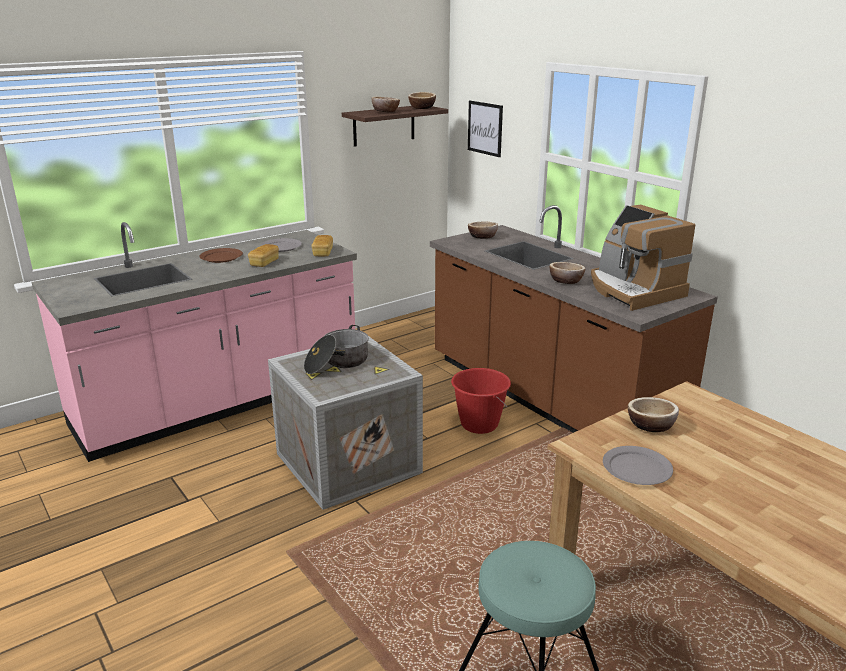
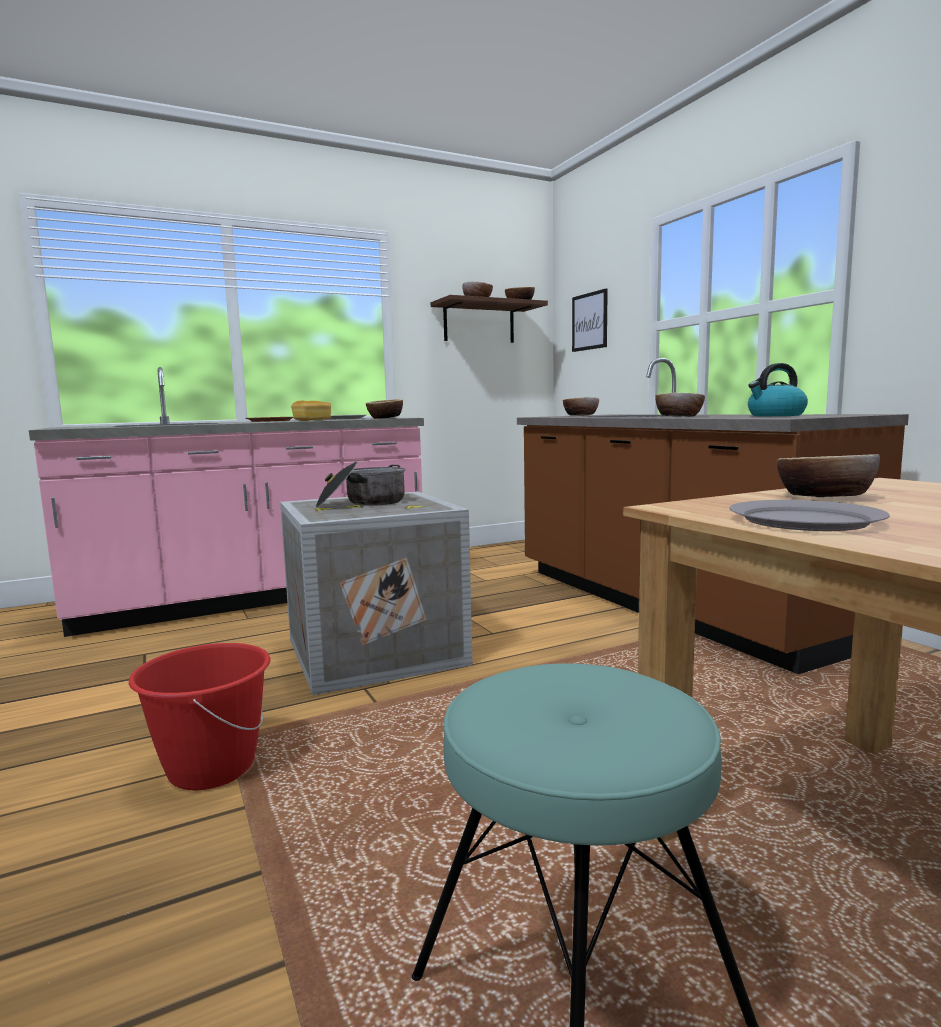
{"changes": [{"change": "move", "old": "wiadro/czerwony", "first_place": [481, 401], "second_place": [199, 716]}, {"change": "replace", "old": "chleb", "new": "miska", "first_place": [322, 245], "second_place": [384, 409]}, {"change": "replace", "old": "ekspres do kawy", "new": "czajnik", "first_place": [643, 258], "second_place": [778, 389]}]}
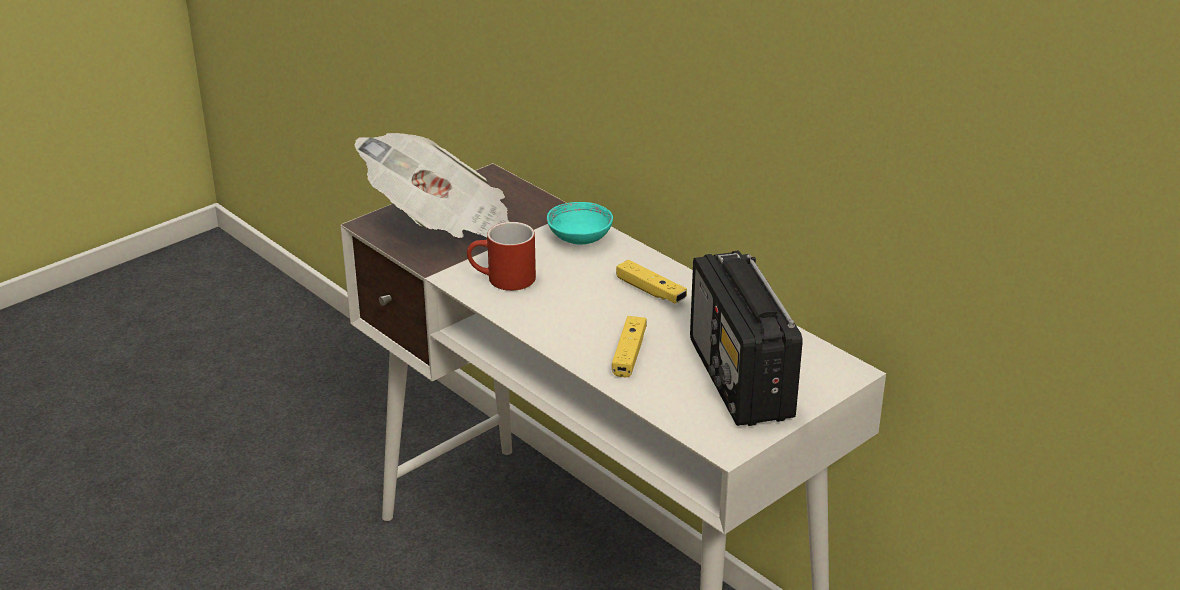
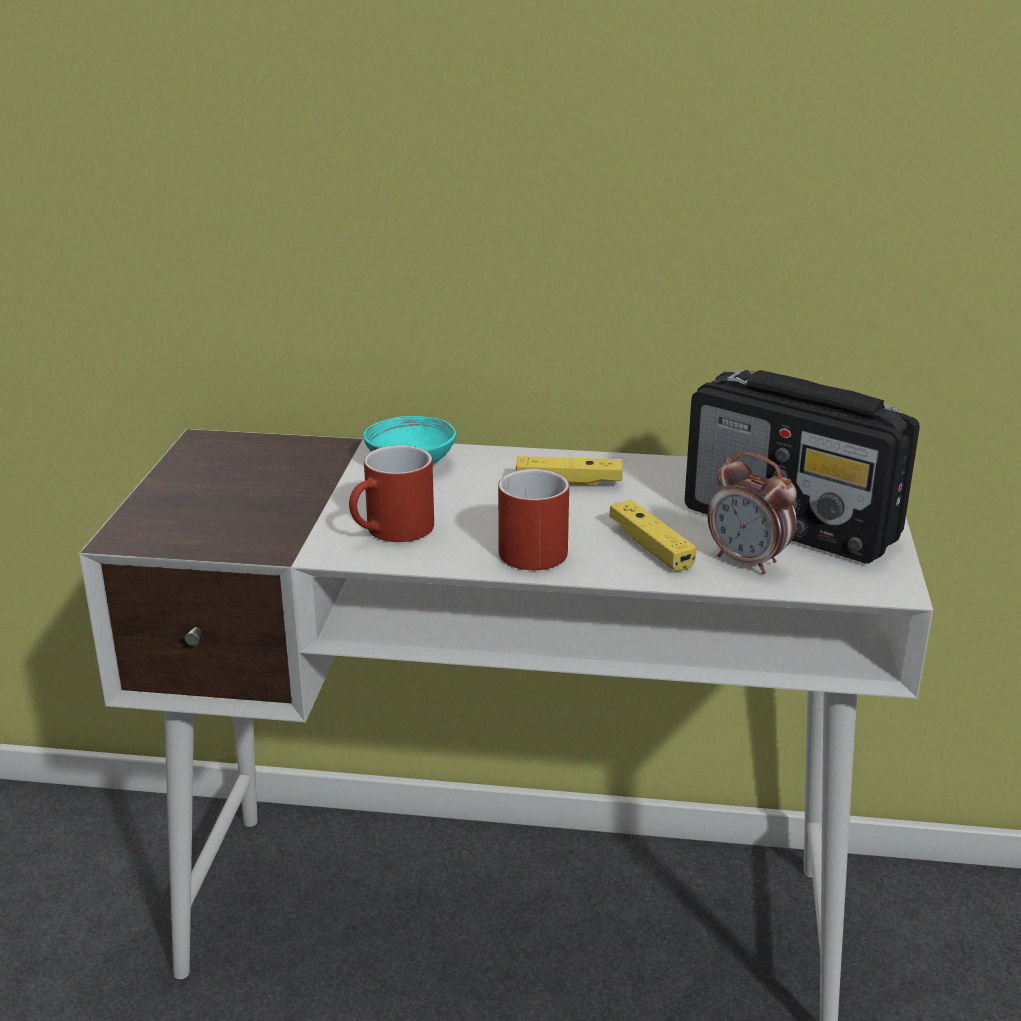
{"changes": [{"change": "delete", "old": "gazeta", "first_place": [431, 185]}, {"change": "insert", "new": "kubek/czerwony", "second_place": [533, 519]}, {"change": "insert", "new": "budzik", "second_place": [752, 513]}]}
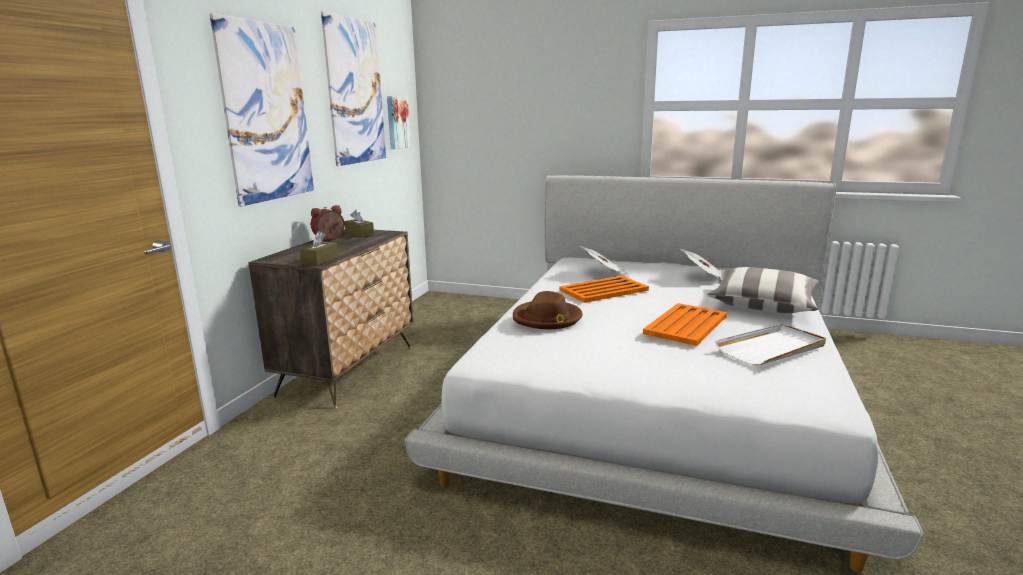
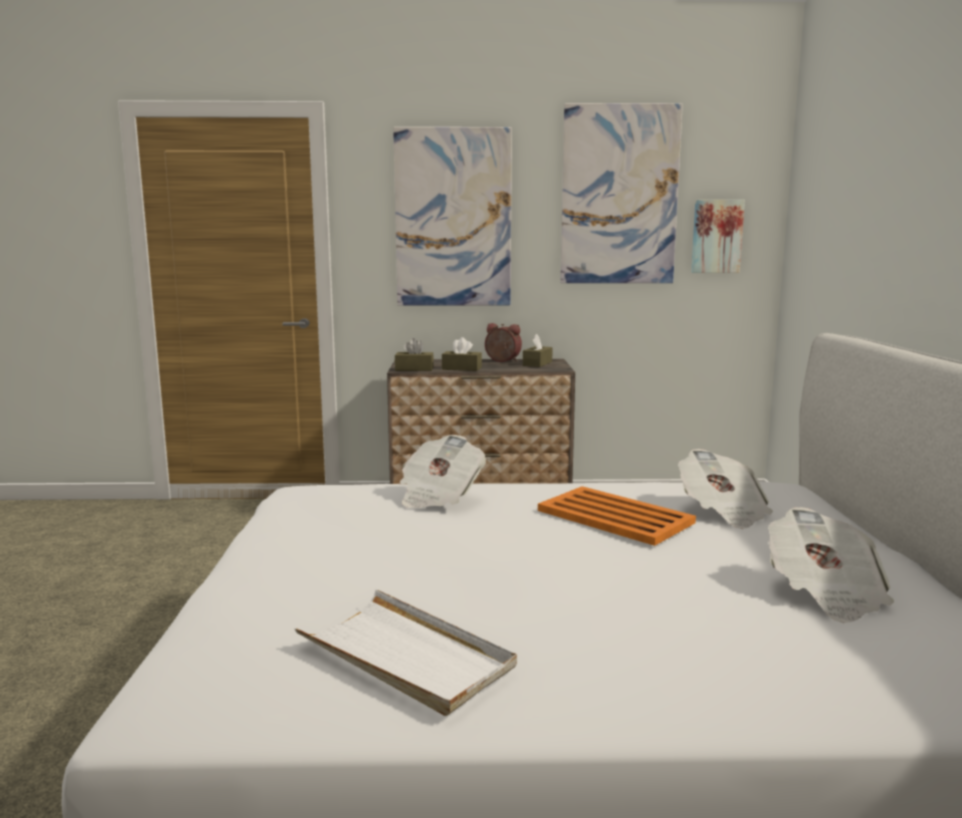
{"changes": [{"change": "delete", "old": "taca/pomarańczowy", "first_place": [685, 324]}, {"change": "delete", "old": "poduszka", "first_place": [763, 290]}, {"change": "insert", "new": "pudełko chusteczek/brązowy", "second_place": [462, 354]}, {"change": "replace", "old": "kapelusz/brązowy", "new": "gazeta", "first_place": [548, 310], "second_place": [443, 471]}]}
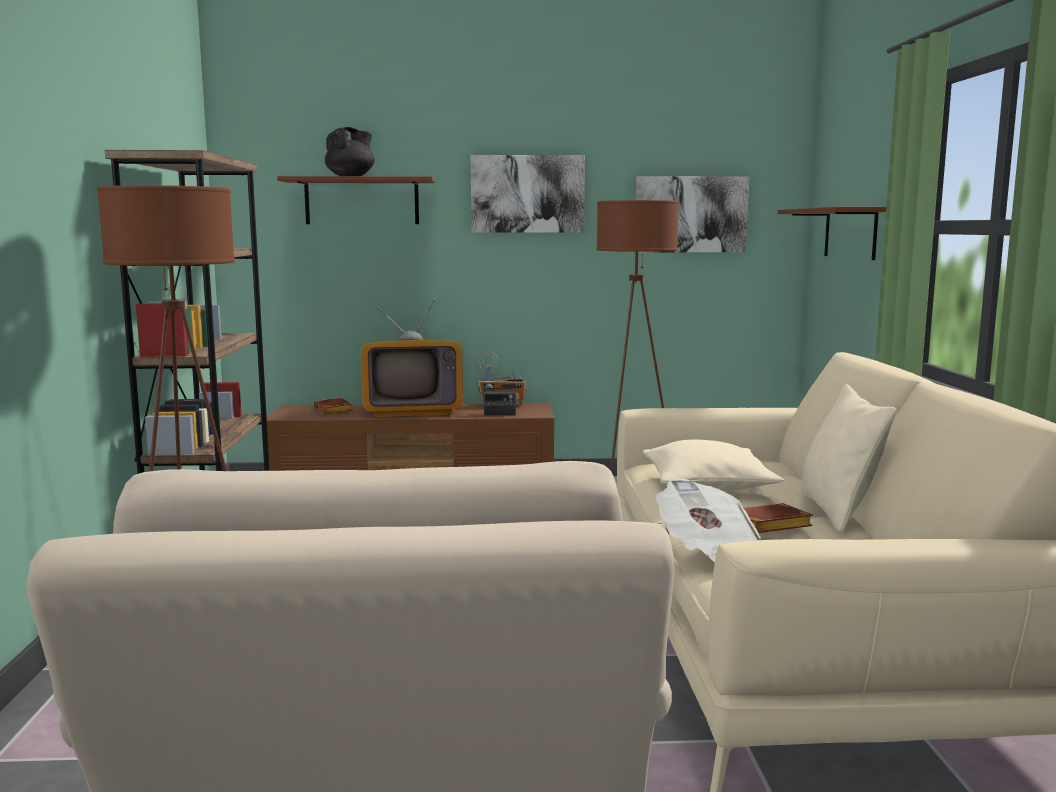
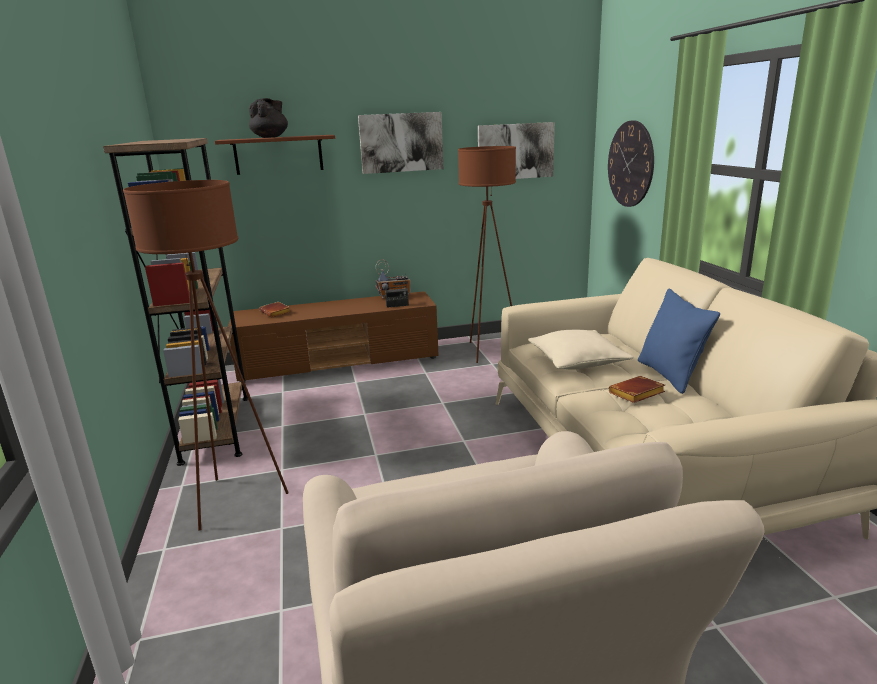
{"changes": [{"change": "delete", "old": "telewizor", "first_place": [412, 358]}, {"change": "delete", "old": "gazeta", "first_place": [708, 520]}, {"change": "replace", "old": "półka/brązowy", "new": "zegar ścienny", "first_place": [831, 233], "second_place": [631, 163]}, {"change": "recolor", "old": "poduszka/beżowy", "new": "poduszka/niebieski", "first_place": [848, 458], "second_place": [679, 341]}]}
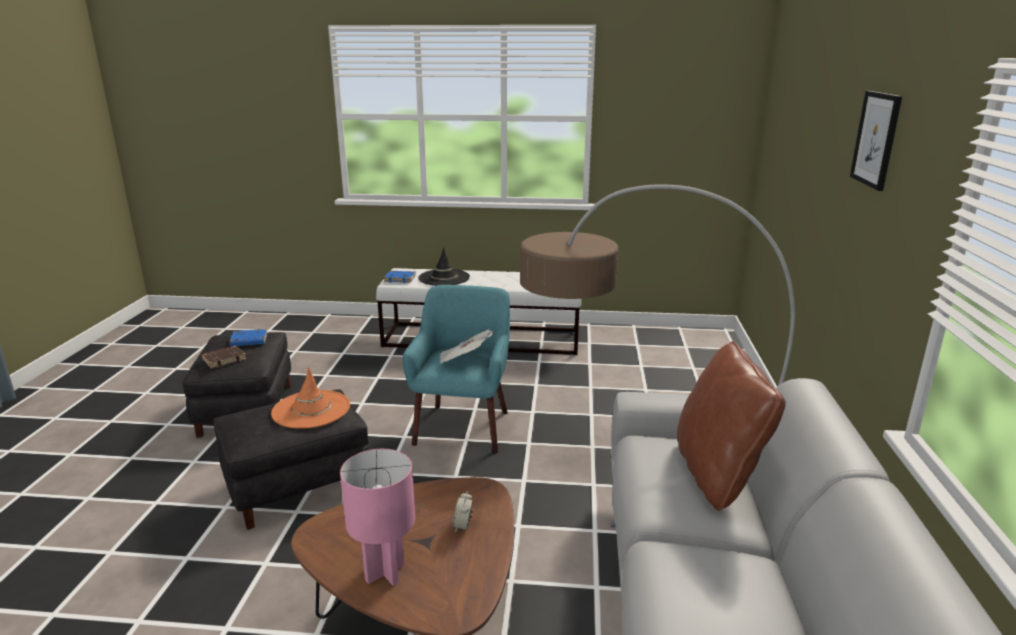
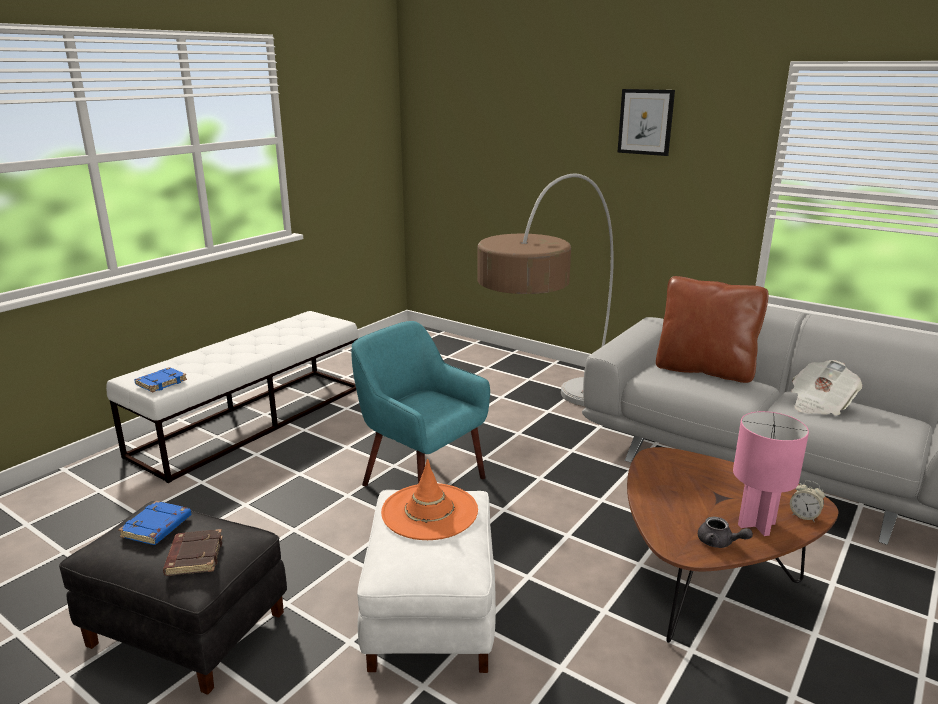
{"changes": [{"change": "delete", "old": "kapelusz/czarny", "first_place": [444, 266]}, {"change": "insert", "new": "imbryk/szary", "second_place": [725, 532]}, {"change": "move", "old": "gazeta", "first_place": [466, 346], "second_place": [826, 387]}, {"change": "move", "old": "budzik", "first_place": [462, 512], "second_place": [807, 501]}, {"change": "recolor", "old": "pufa/czarny", "new": "pufa/biały", "first_place": [291, 459], "second_place": [426, 581]}]}
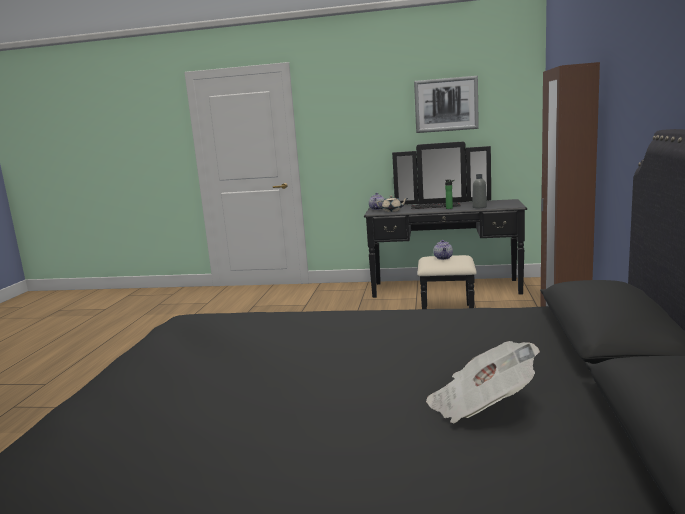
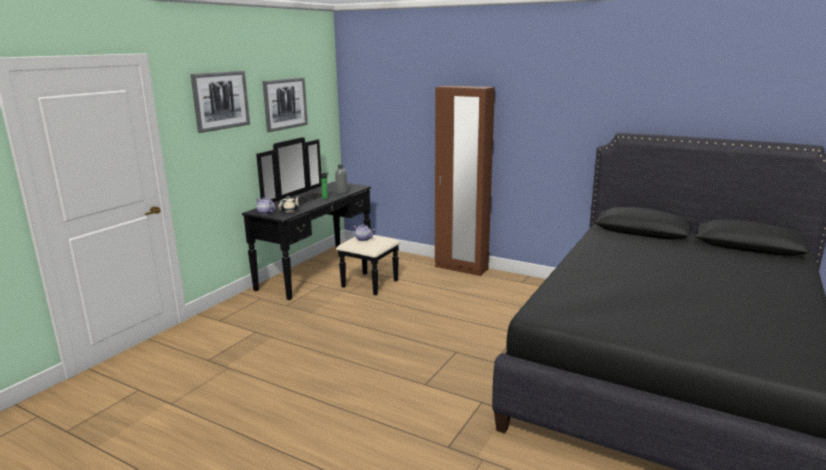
{"changes": [{"change": "delete", "old": "gazeta", "first_place": [483, 382]}, {"change": "insert", "new": "obraz", "second_place": [220, 102]}]}
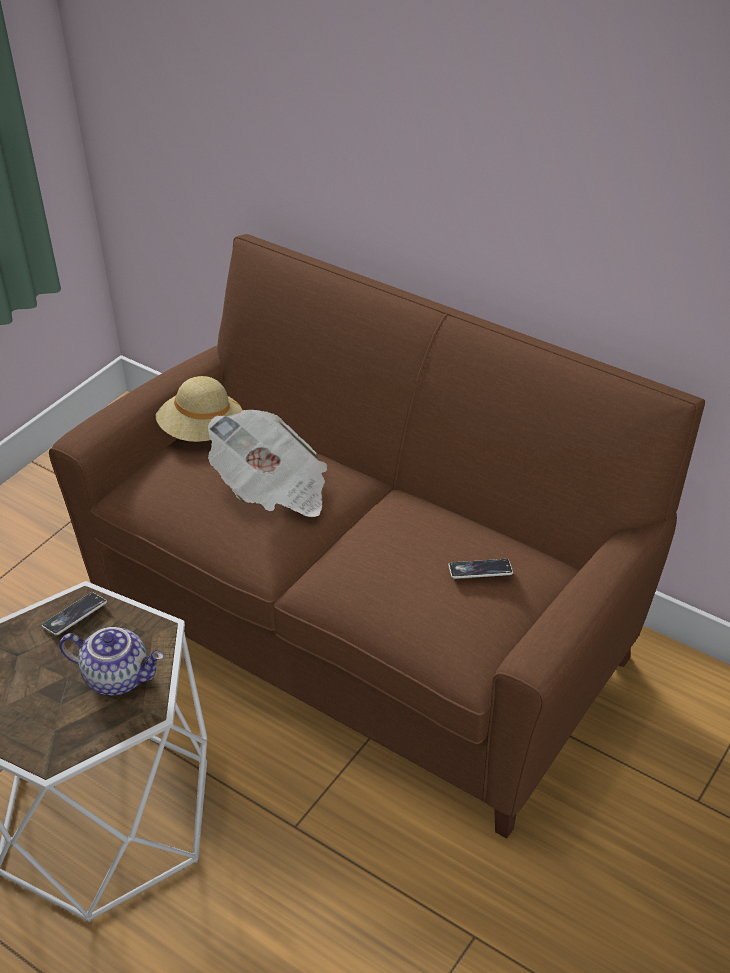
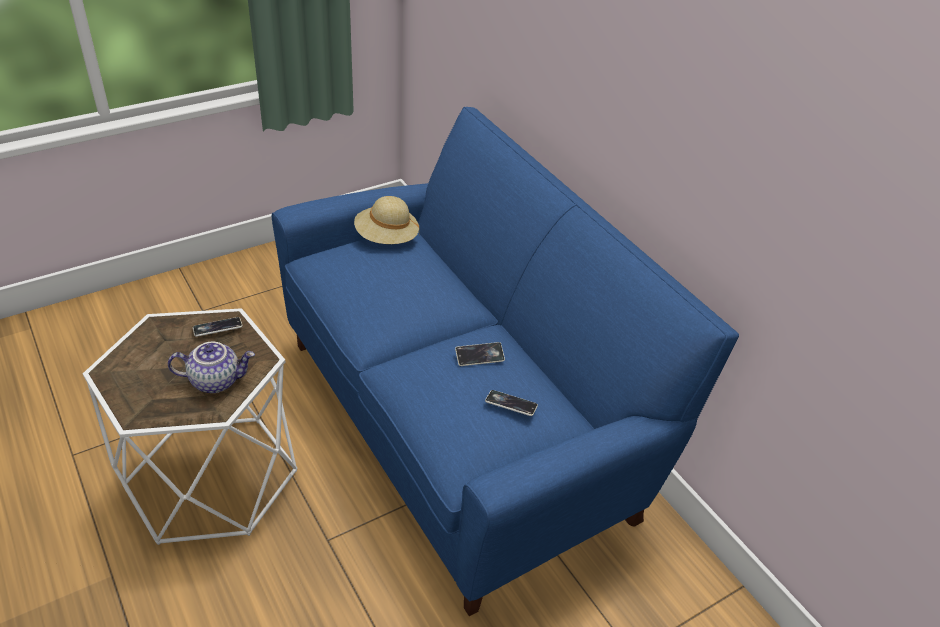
{"changes": [{"change": "delete", "old": "gazeta", "first_place": [267, 463]}, {"change": "insert", "new": "telefon", "second_place": [480, 354]}, {"change": "recolor", "old": "kanapa/brązowy", "new": "kanapa/niebieski", "first_place": [377, 536], "second_place": [505, 361]}, {"change": "rotate", "old": "imbryk", "first_place": [111, 661], "second_place": [211, 367], "degrees": -45}]}
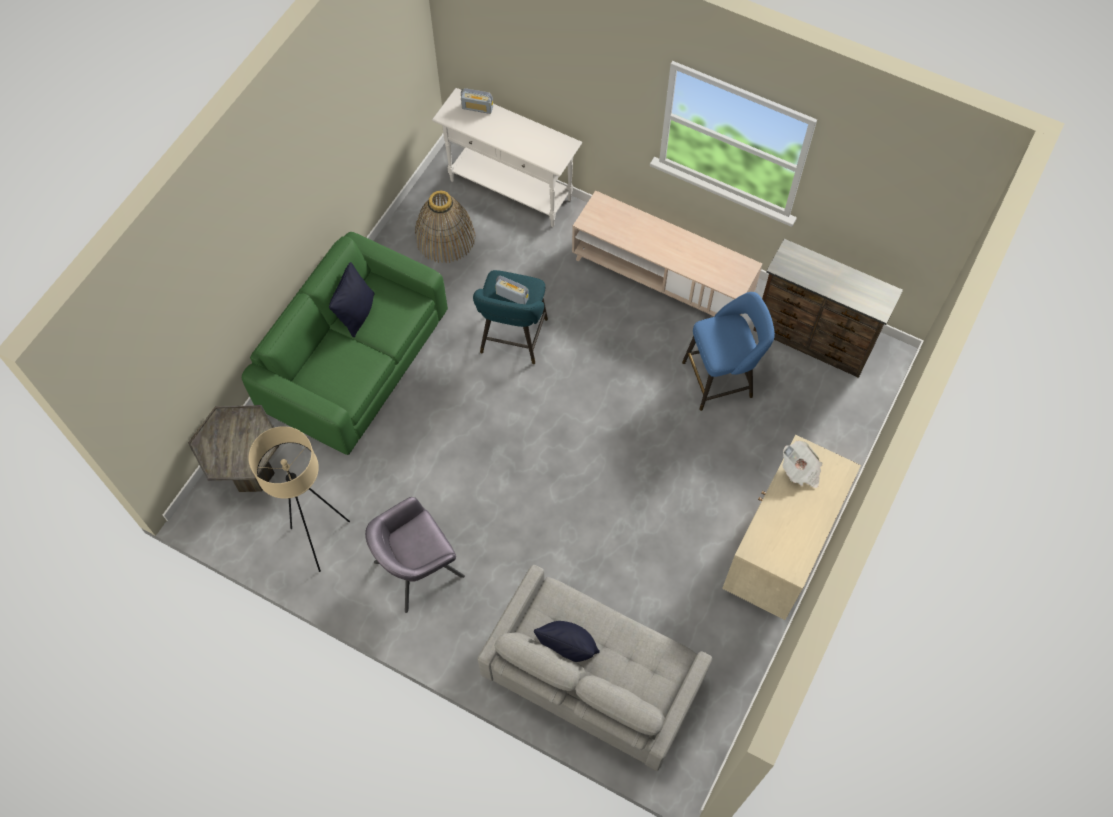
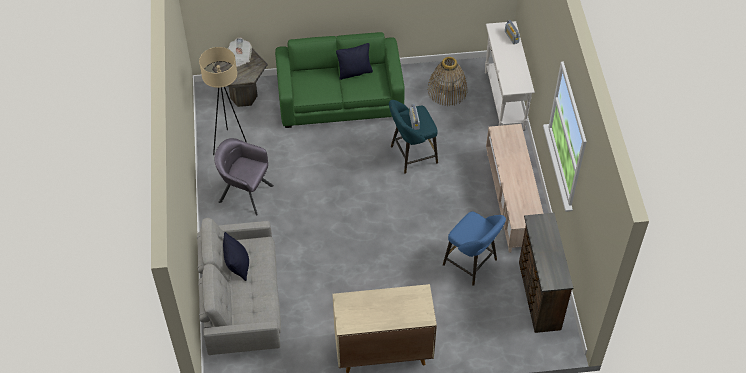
{"changes": [{"change": "move", "old": "gazeta", "first_place": [802, 464], "second_place": [240, 52]}]}
